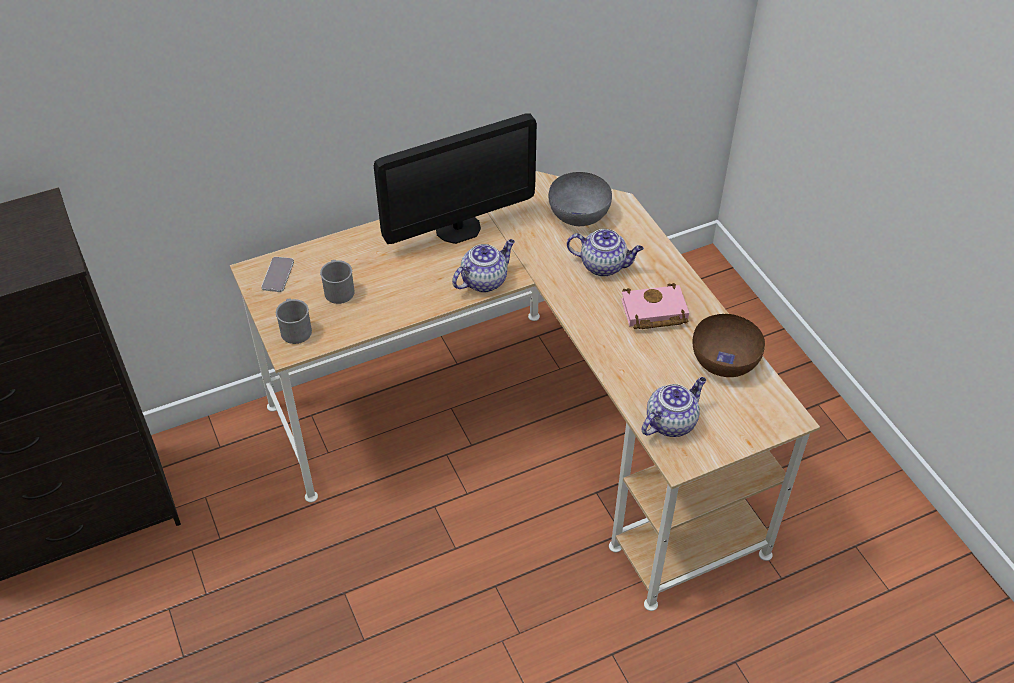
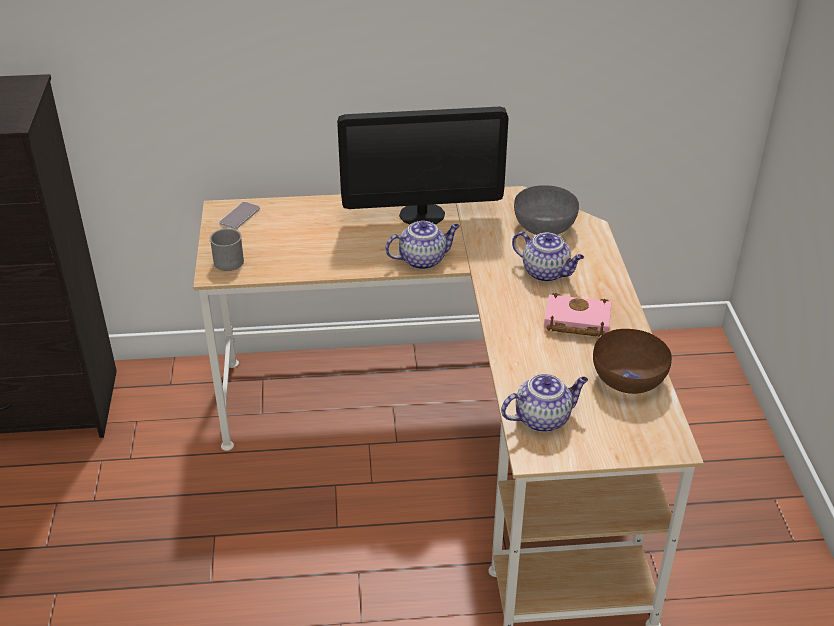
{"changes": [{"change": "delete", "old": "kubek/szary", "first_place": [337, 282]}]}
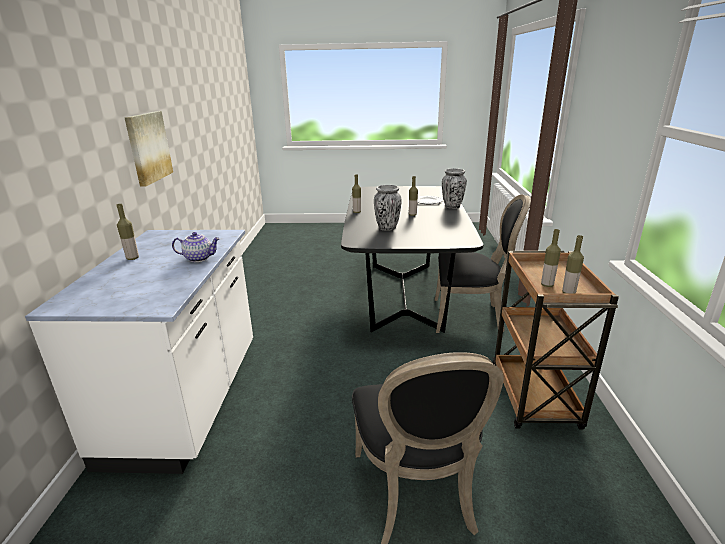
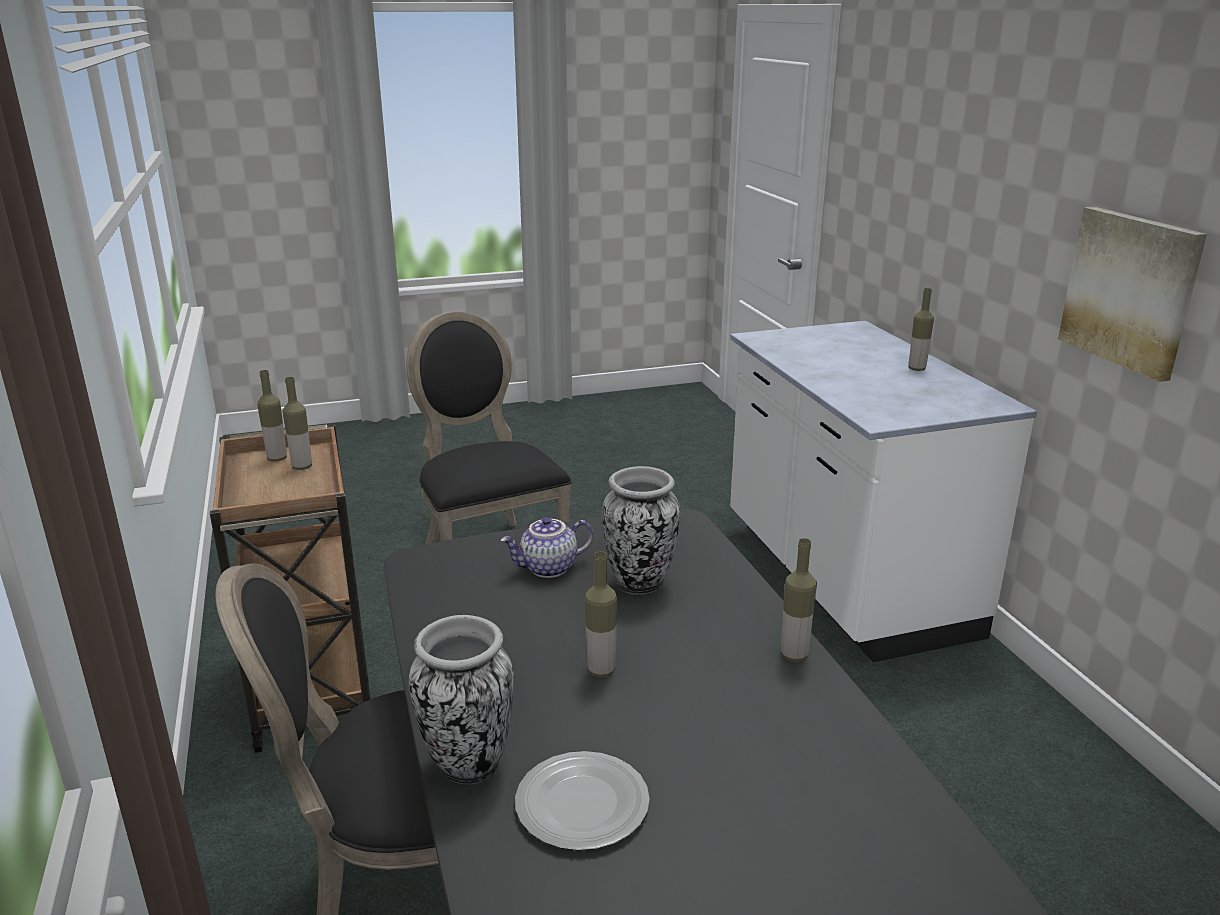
{"changes": [{"change": "move", "old": "imbryk", "first_place": [196, 247], "second_place": [546, 547]}]}
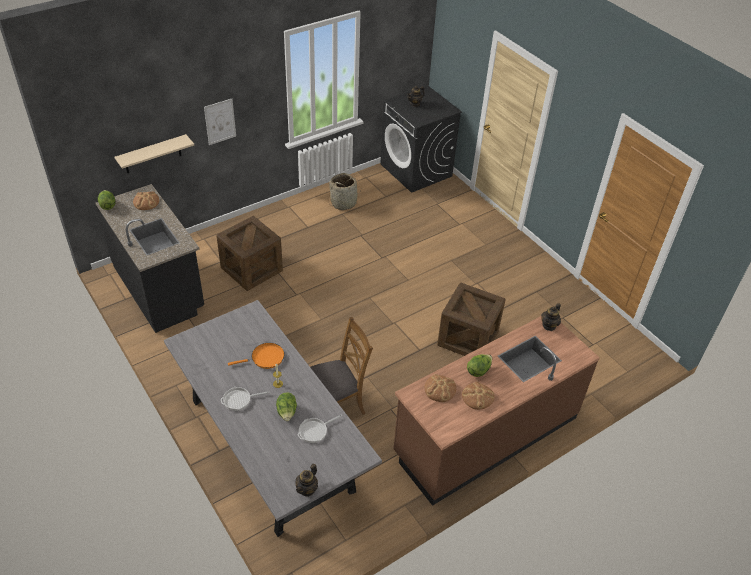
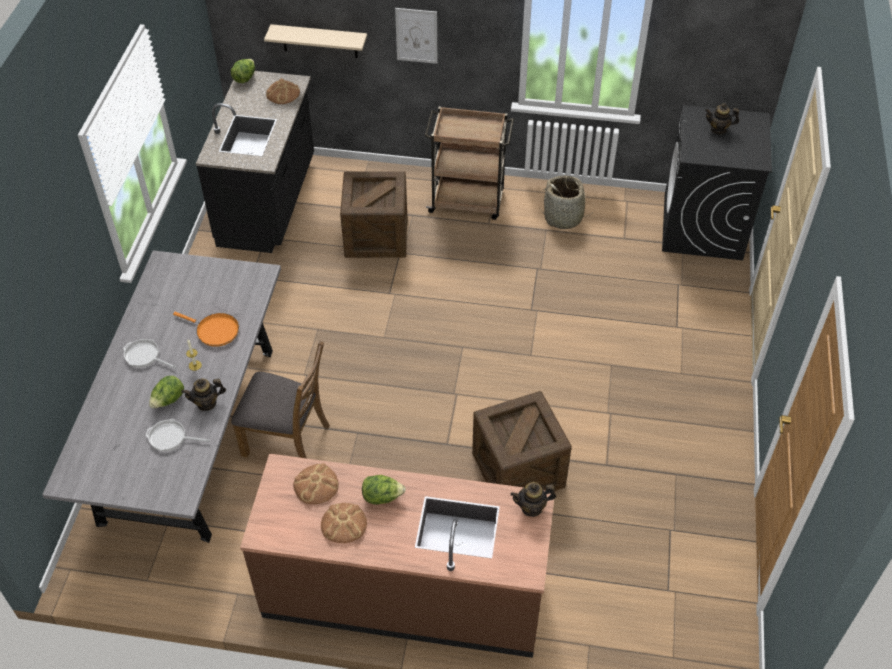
{"changes": [{"change": "insert", "new": "wózek/brązowy", "second_place": [469, 163]}, {"change": "move", "old": "imbryk", "first_place": [307, 480], "second_place": [203, 395]}]}
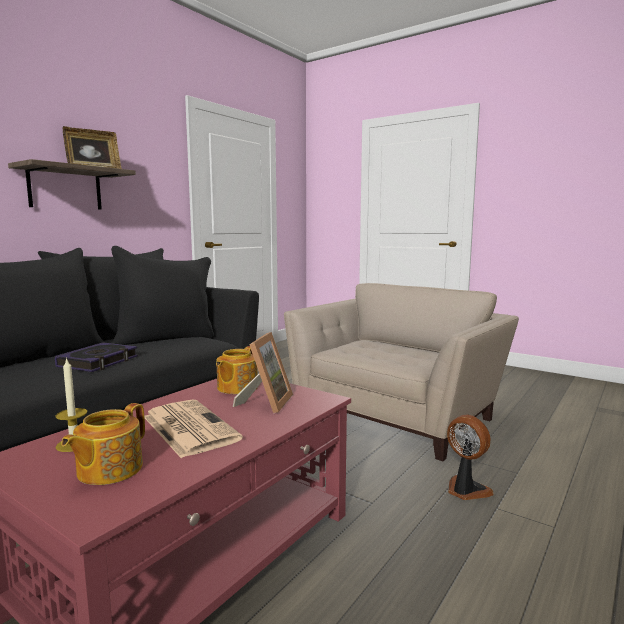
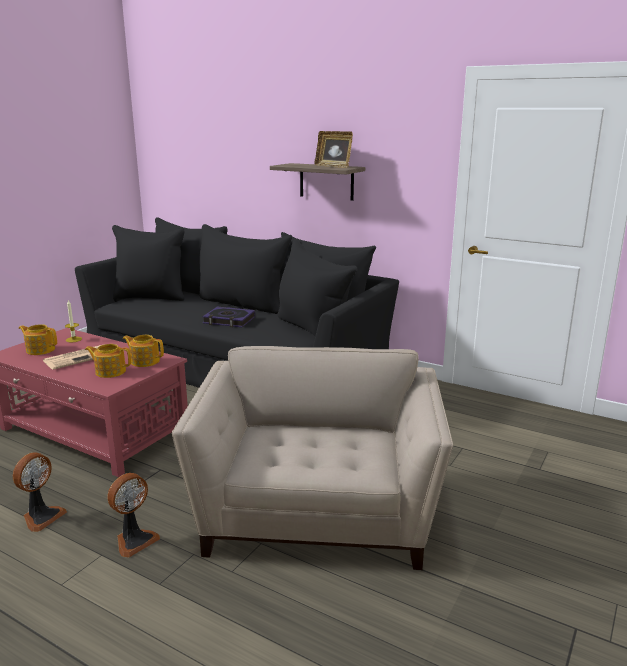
{"changes": [{"change": "insert", "new": "wentylator", "second_place": [40, 492]}, {"change": "replace", "old": "ramka na zdjęcie", "new": "imbryk", "first_place": [263, 372], "second_place": [108, 361]}, {"change": "rotate", "old": "fotel/beżowy", "first_place": [401, 372], "second_place": [312, 458], "degrees": -120}]}
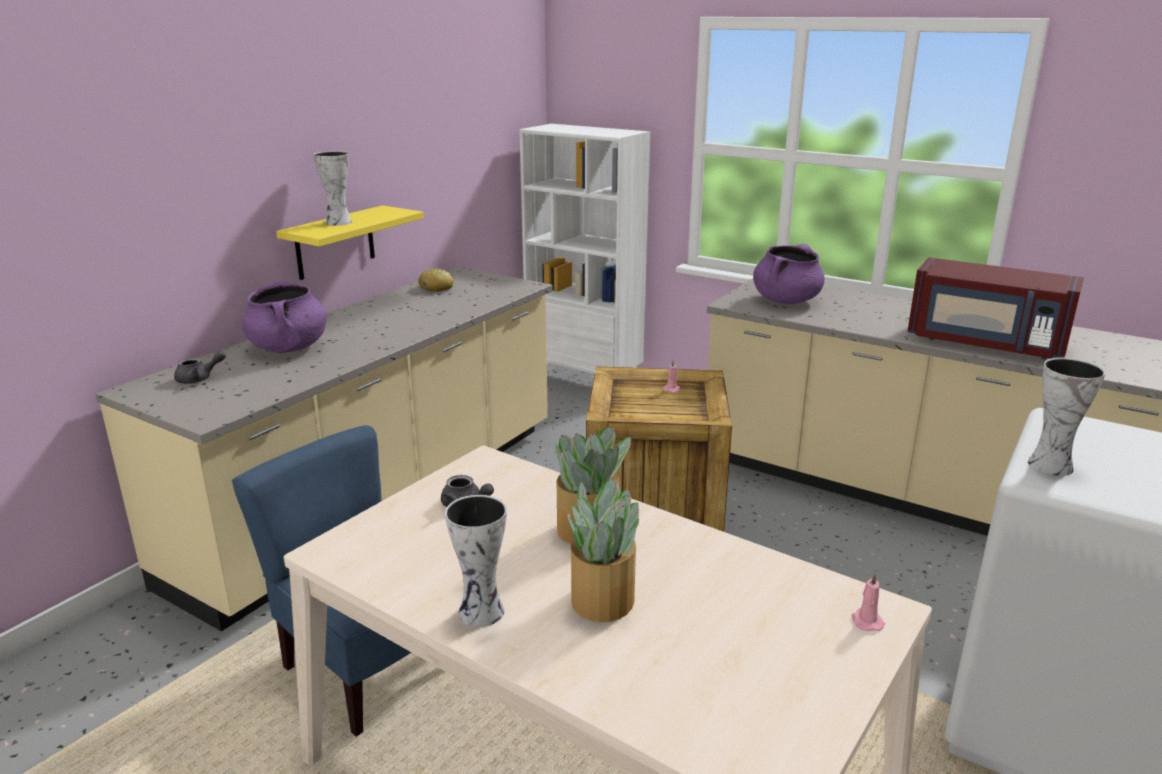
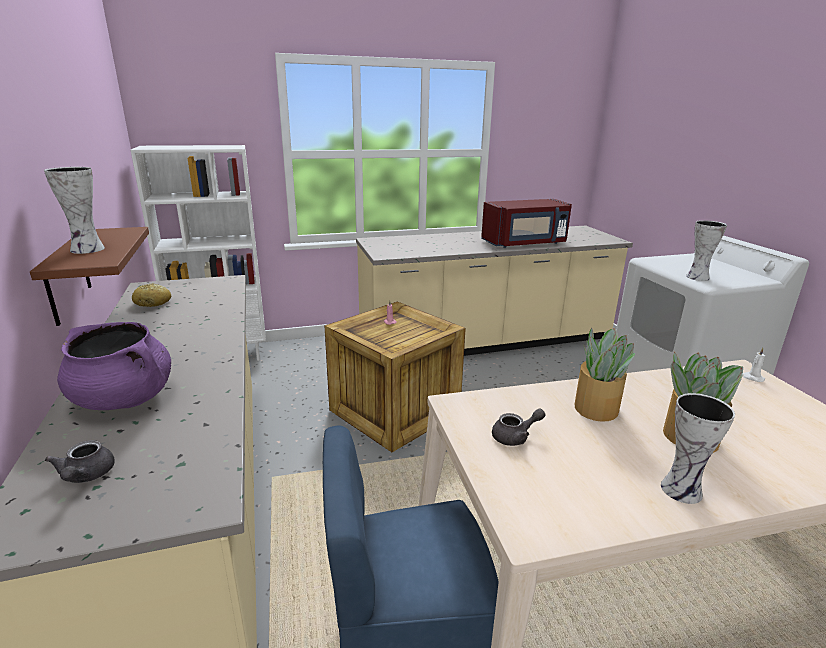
{"changes": [{"change": "delete", "old": "garnek/fioletowy", "first_place": [789, 274]}, {"change": "recolor", "old": "półka/żółty", "new": "półka/brązowy", "first_place": [350, 242], "second_place": [89, 276]}, {"change": "recolor", "old": "świeca/różowy", "new": "świeca/biały", "first_place": [868, 602], "second_place": [753, 365]}, {"change": "rotate", "old": "imbryk/szary", "first_place": [200, 367], "second_place": [80, 461], "degrees": 150}]}
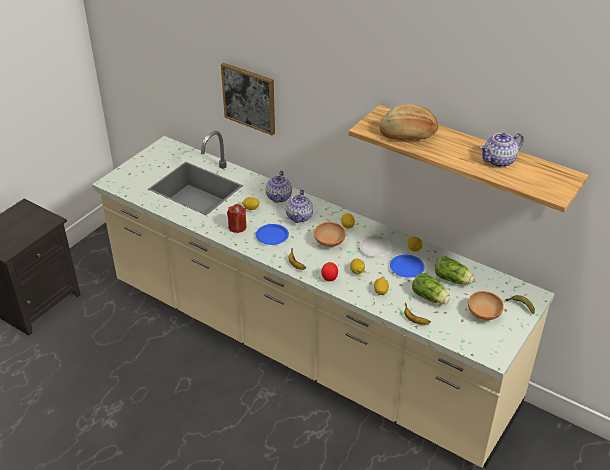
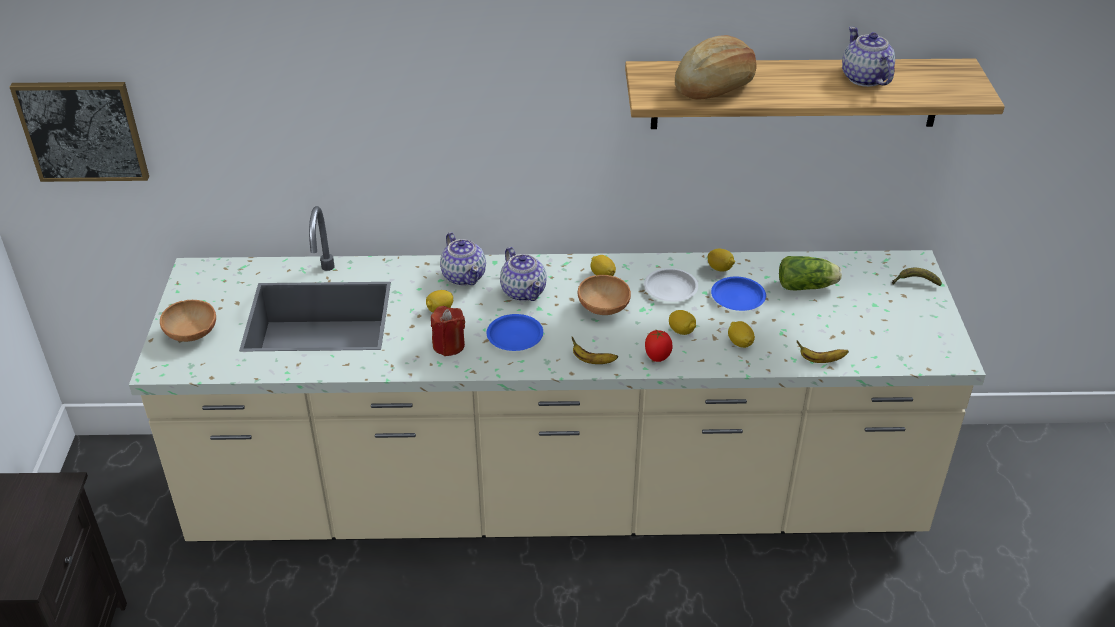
{"changes": [{"change": "delete", "old": "sałata", "first_place": [431, 288]}, {"change": "move", "old": "obraz", "first_place": [248, 99], "second_place": [79, 132]}, {"change": "move", "old": "miska/brązowy", "first_place": [486, 305], "second_place": [188, 321]}, {"change": "rotate", "old": "imbryk", "first_place": [502, 150], "second_place": [868, 56], "degrees": 135}]}
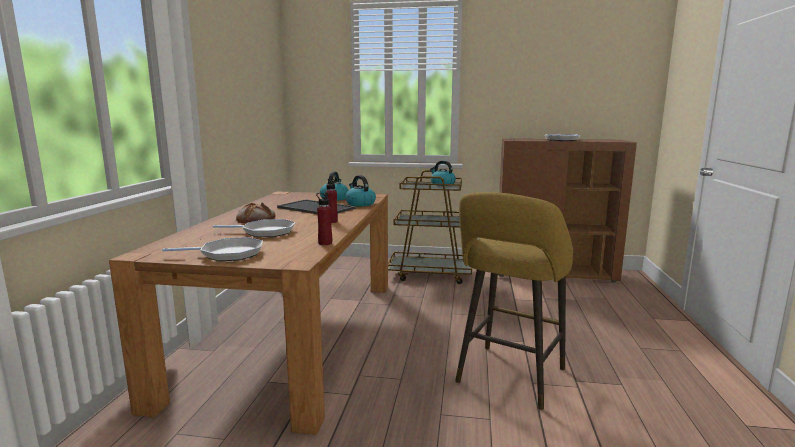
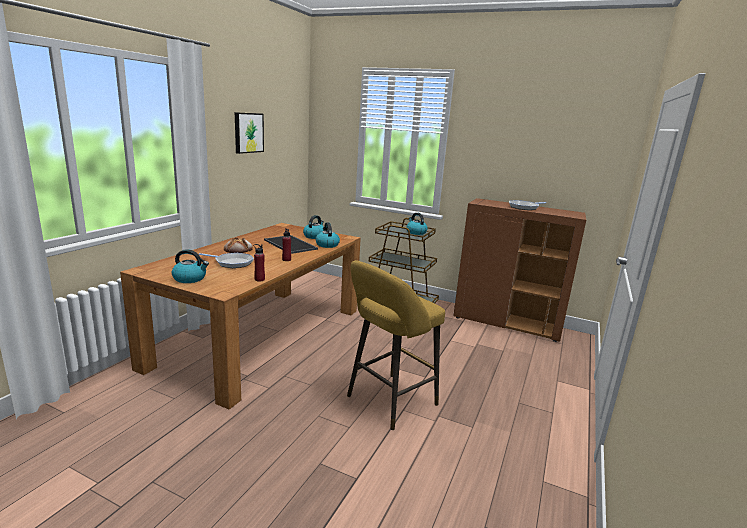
{"changes": [{"change": "insert", "new": "obraz", "second_place": [249, 133]}, {"change": "replace", "old": "patelnia", "new": "czajnik", "first_place": [212, 249], "second_place": [190, 266]}]}
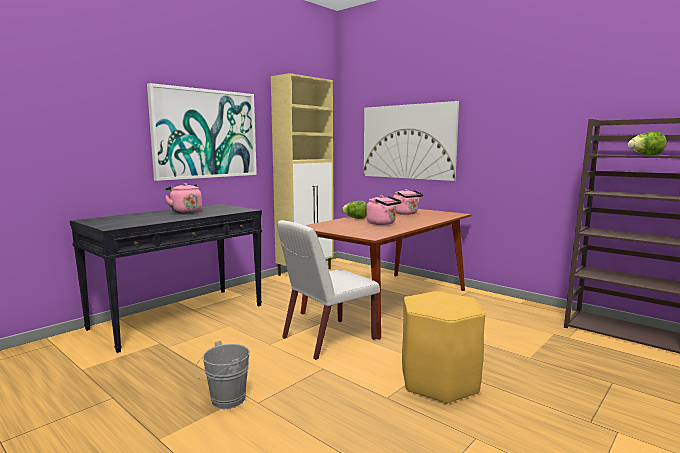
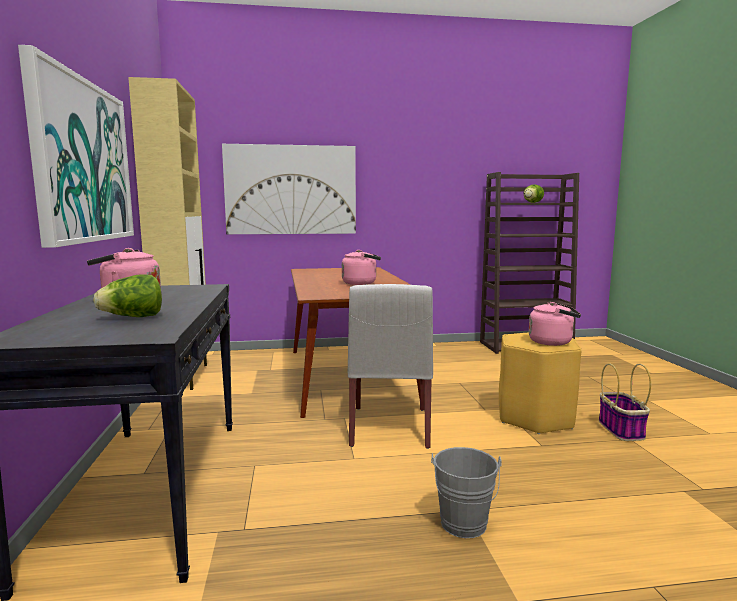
{"changes": [{"change": "insert", "new": "koszyk", "second_place": [625, 402]}, {"change": "move", "old": "sałata", "first_place": [354, 210], "second_place": [127, 295]}, {"change": "move", "old": "czajnik/różowy", "first_place": [408, 202], "second_place": [555, 324]}]}
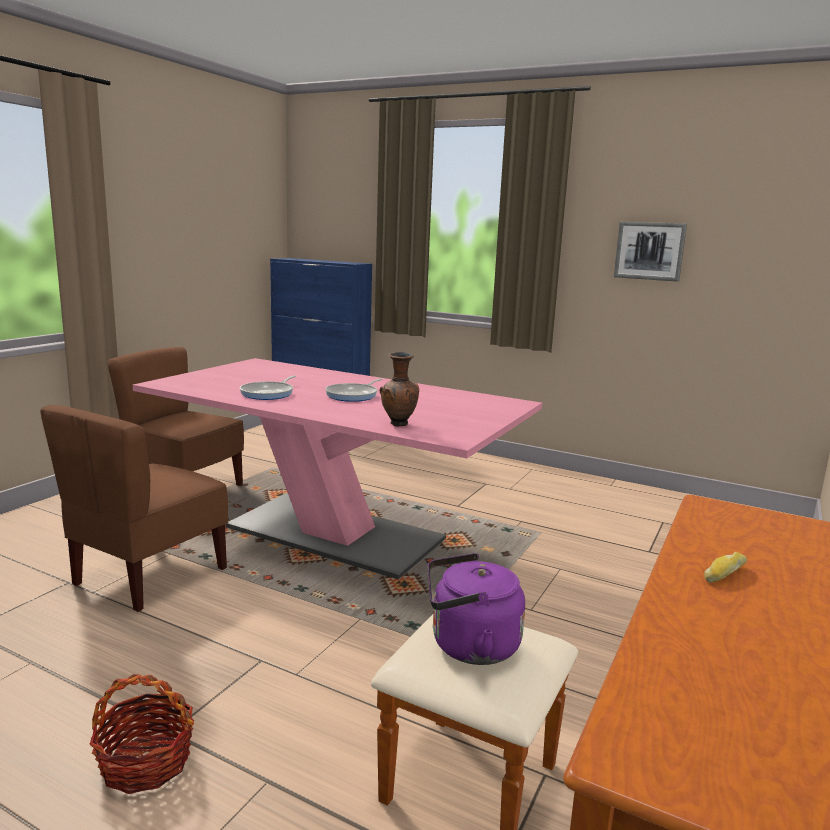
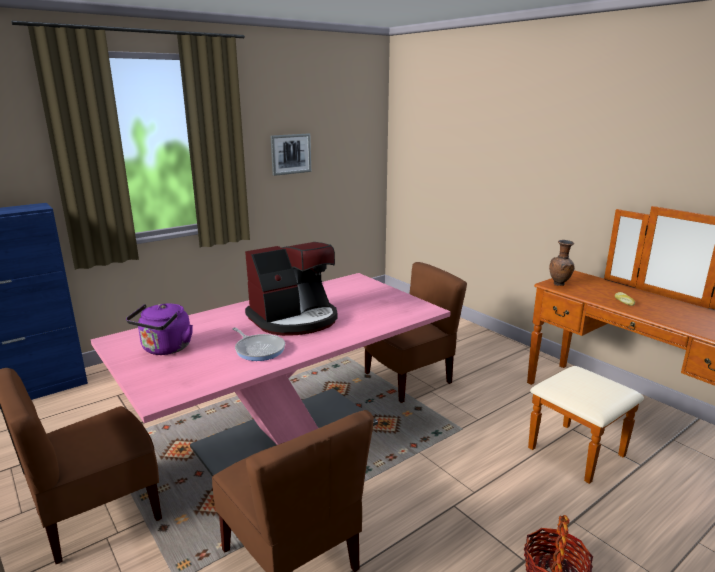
{"changes": [{"change": "insert", "new": "krzesło/brązowy", "second_place": [415, 332]}, {"change": "move", "old": "wazon/brązowy", "first_place": [399, 389], "second_place": [562, 263]}, {"change": "move", "old": "czajnik/fioletowy", "first_place": [476, 609], "second_place": [159, 329]}, {"change": "replace", "old": "patelnia", "new": "ekspres do kawy", "first_place": [354, 390], "second_place": [291, 289]}]}
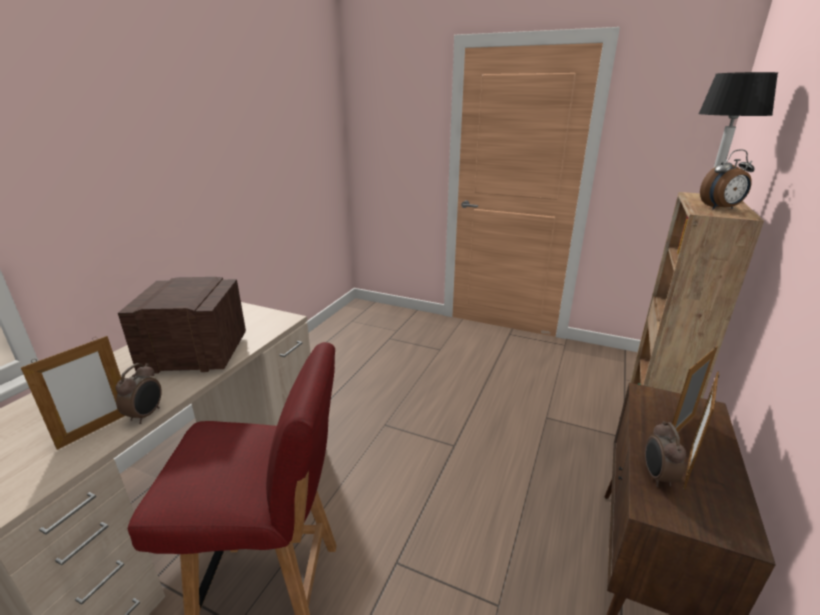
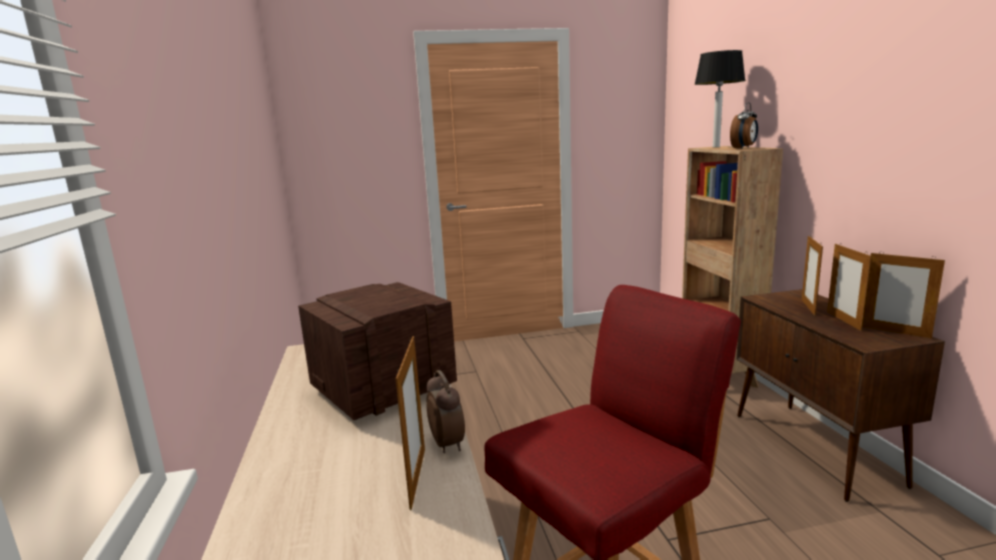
{"changes": [{"change": "delete", "old": "budzik", "first_place": [665, 454]}, {"change": "insert", "new": "ramka na zdjęcie", "second_place": [903, 295]}]}
